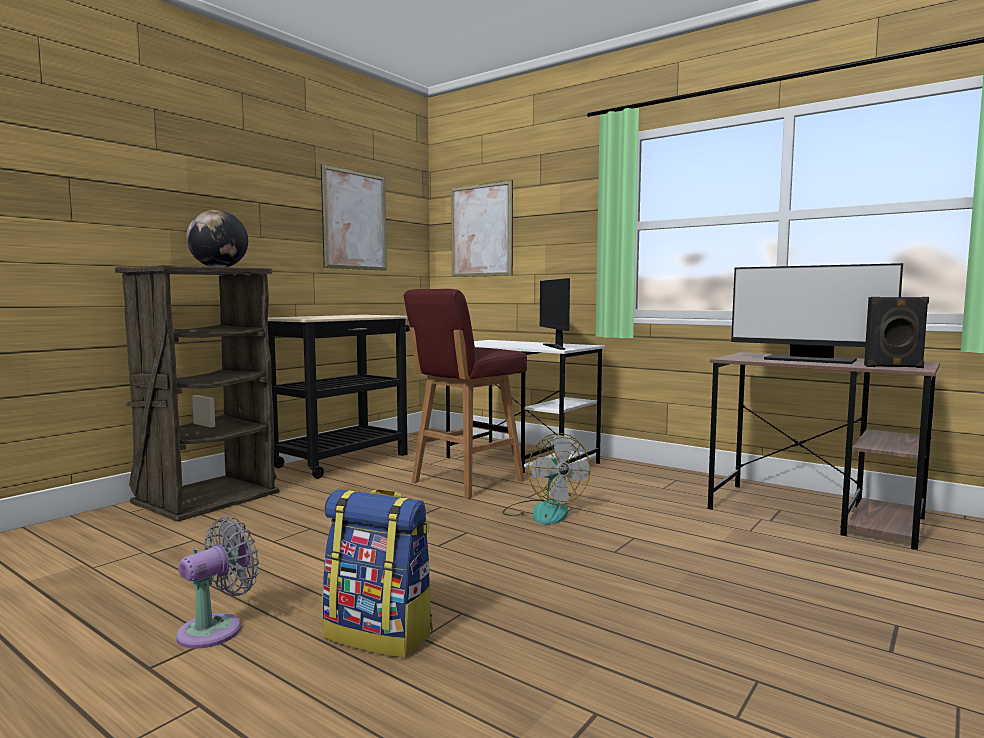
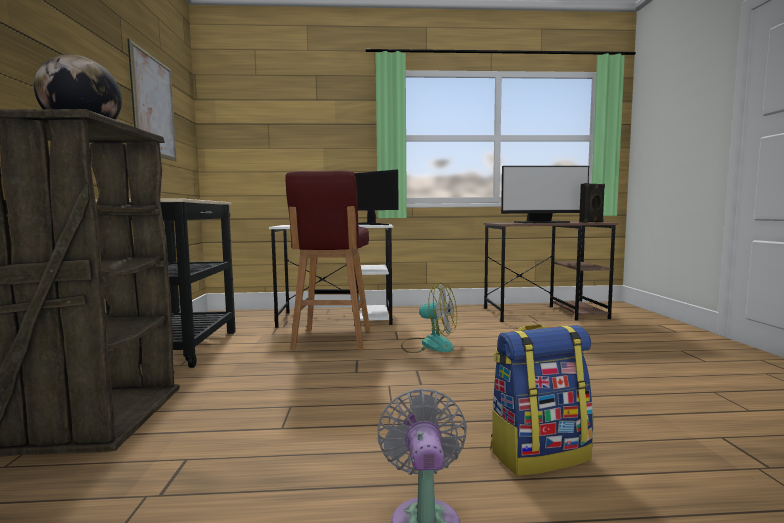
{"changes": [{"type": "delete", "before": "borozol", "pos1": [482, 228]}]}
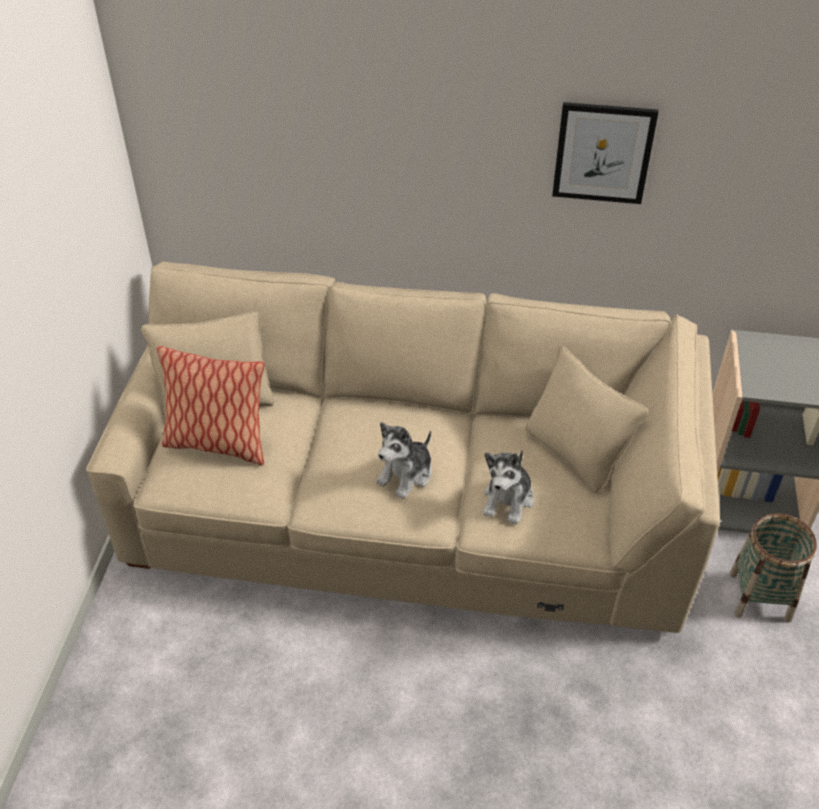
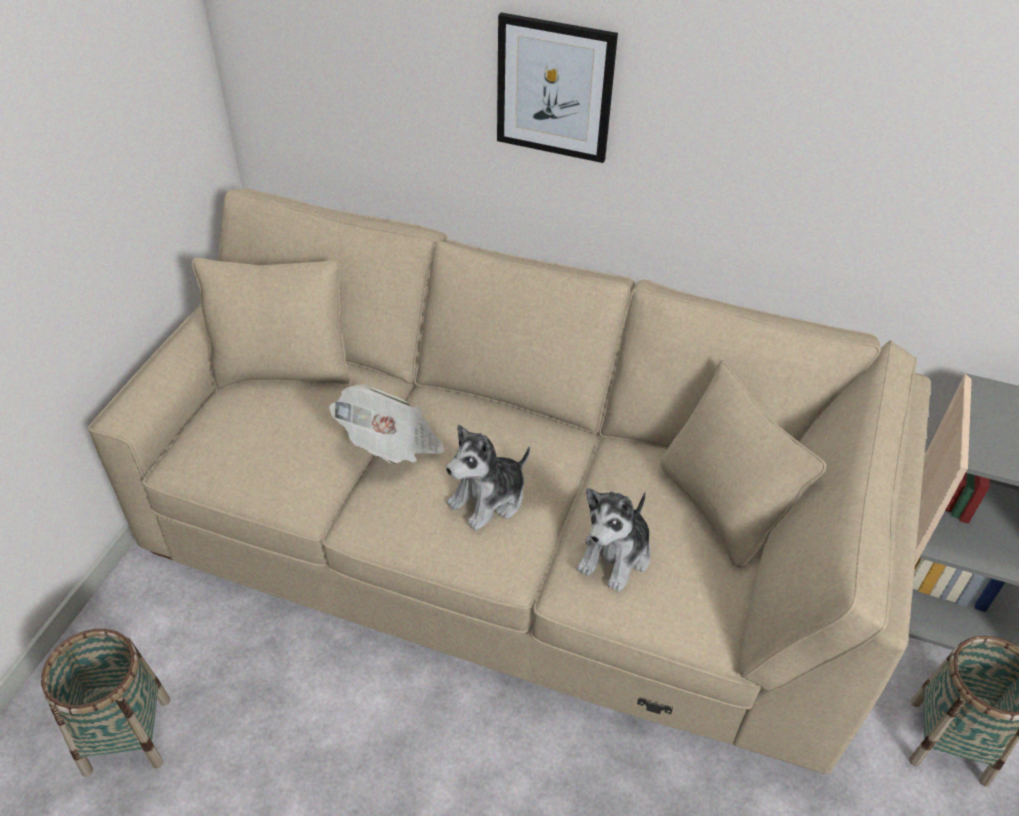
{"changes": [{"type": "move", "before": "borozol", "pos1": [605, 153], "pos2": [557, 88]}, {"type": "delete", "before": "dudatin", "pos1": [210, 405]}, {"type": "insert", "after": "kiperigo", "pos2": [387, 424]}, {"type": "insert", "after": "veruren", "pos2": [105, 703]}]}
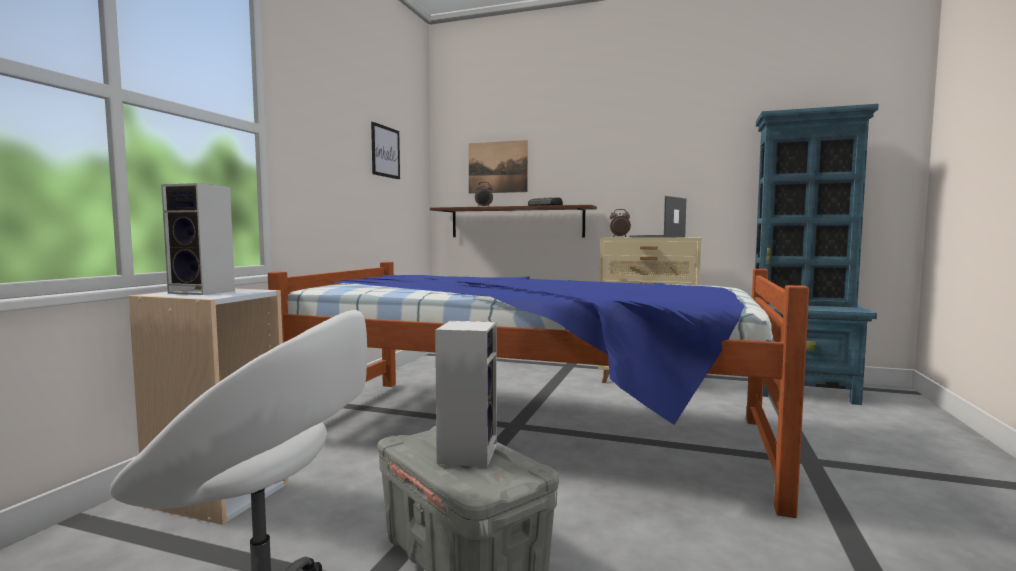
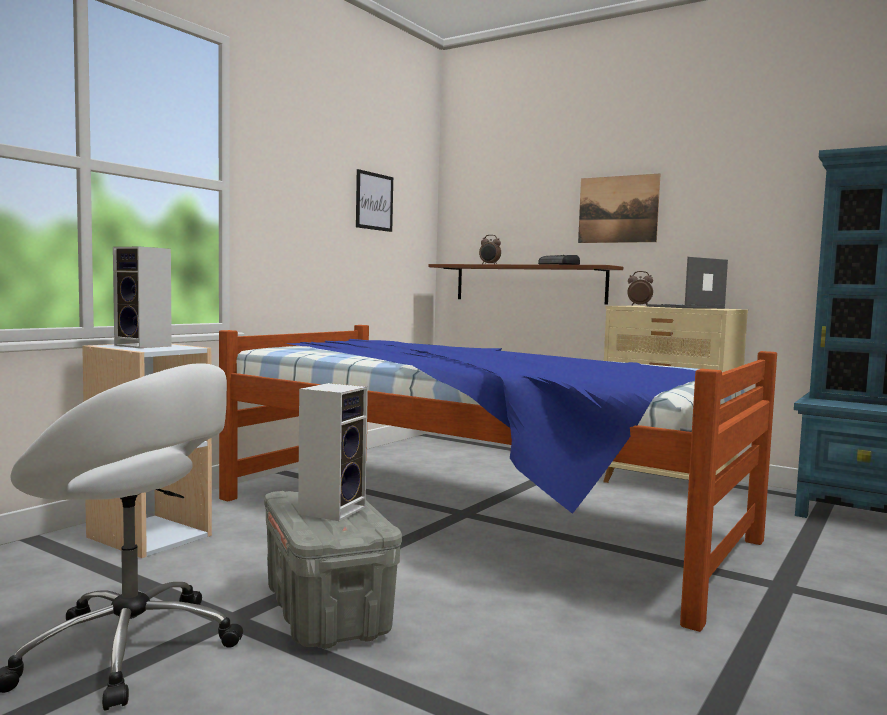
{"changes": [{"type": "move", "before": "borozol", "pos1": [498, 167], "pos2": [619, 208]}]}
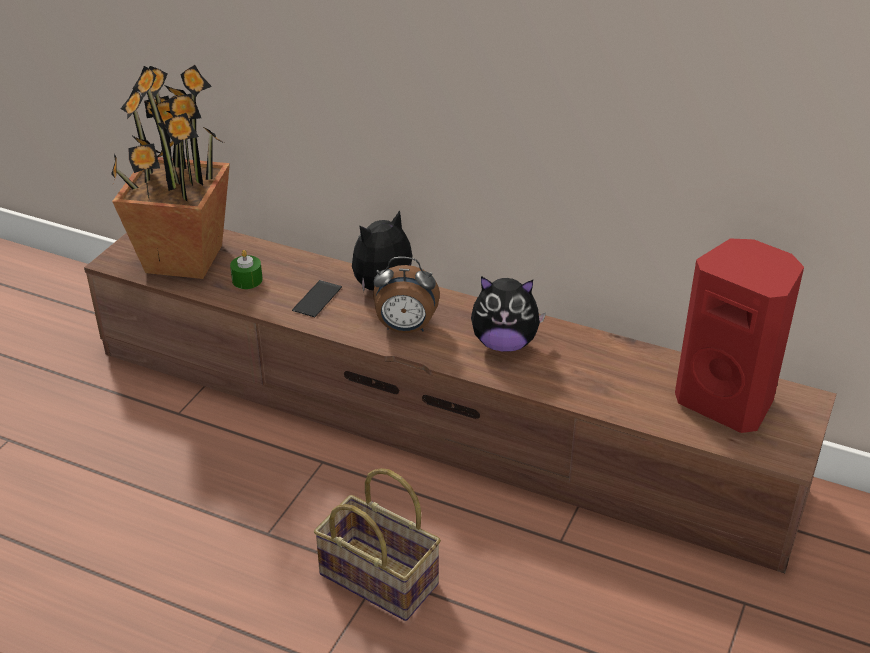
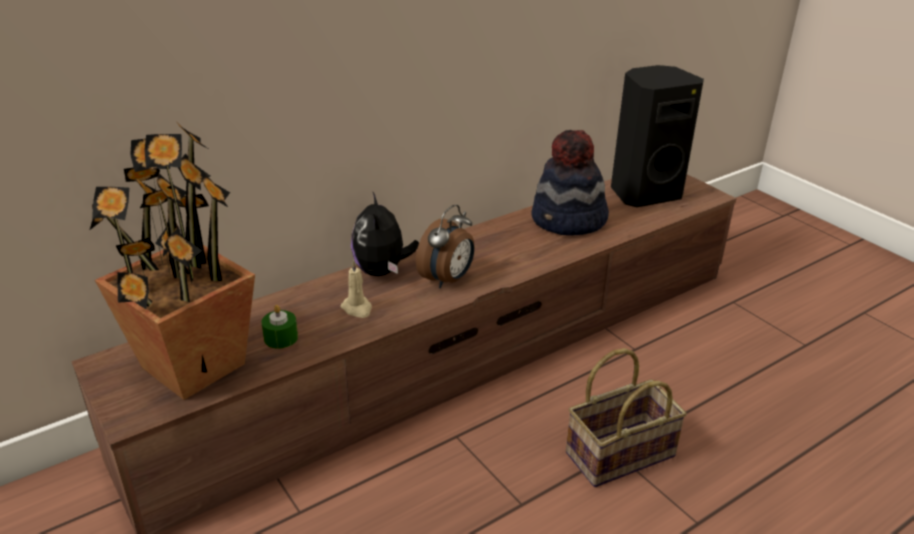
{"changes": [{"type": "recolor", "before": "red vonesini", "after": "black vonesini", "pos1": [739, 335], "pos2": [657, 136]}, {"type": "delete", "before": "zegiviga", "pos1": [508, 314]}, {"type": "replace", "before": "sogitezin", "after": "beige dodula", "pos1": [317, 298], "pos2": [356, 289]}, {"type": "insert", "after": "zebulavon", "pos2": [570, 182]}]}
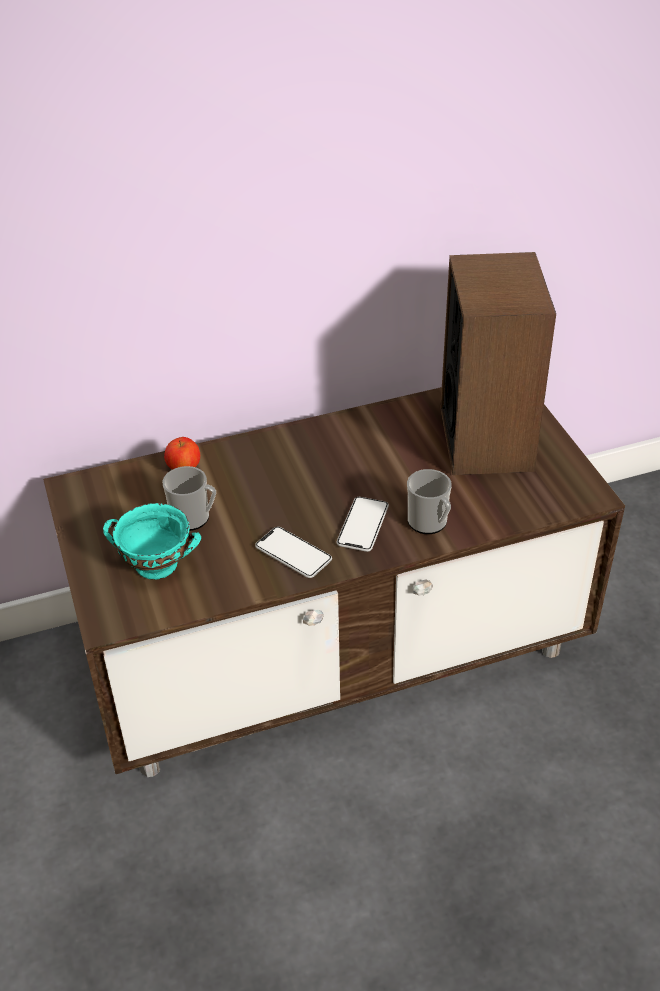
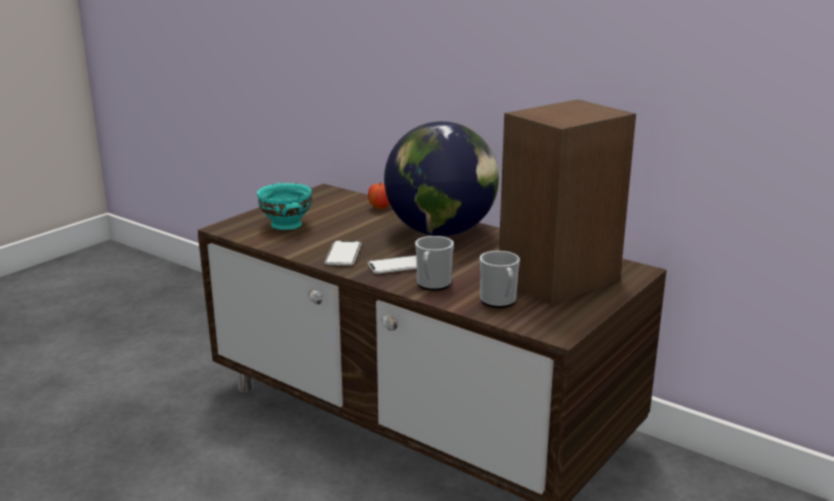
{"changes": [{"type": "move", "before": "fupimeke", "pos1": [189, 498], "pos2": [500, 279]}, {"type": "insert", "after": "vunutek", "pos2": [441, 178]}]}
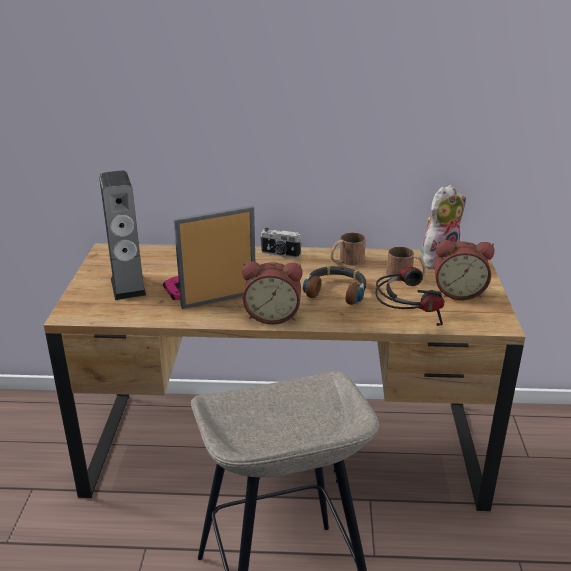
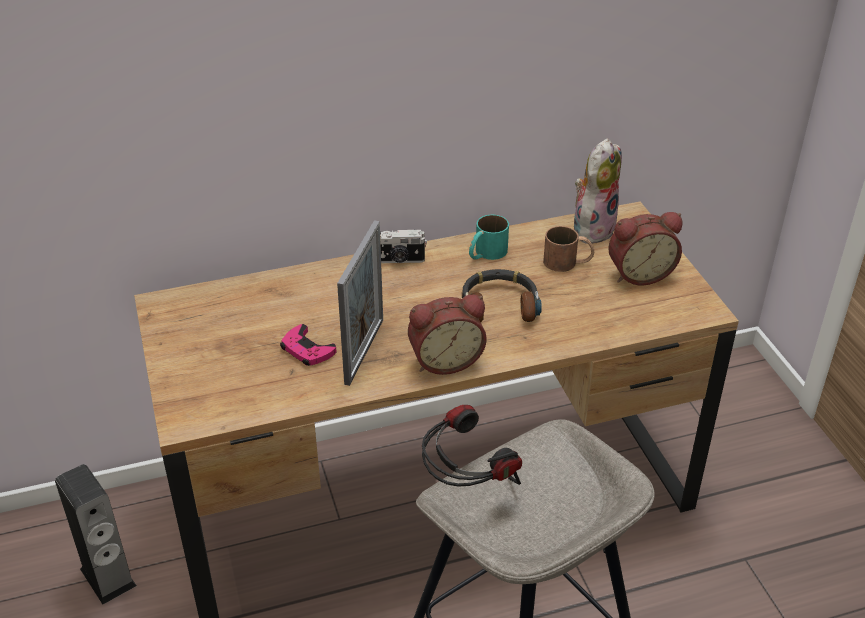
{"changes": [{"type": "move", "before": "vonesini", "pos1": [123, 235], "pos2": [96, 534]}, {"type": "rotate", "before": "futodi", "pos1": [214, 257], "pos2": [360, 303], "turn": 150}, {"type": "recolor", "before": "brown fupimeke", "after": "turquoise fupimeke", "pos1": [348, 249], "pos2": [489, 237]}, {"type": "move", "before": "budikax", "pos1": [409, 296], "pos2": [472, 446]}]}
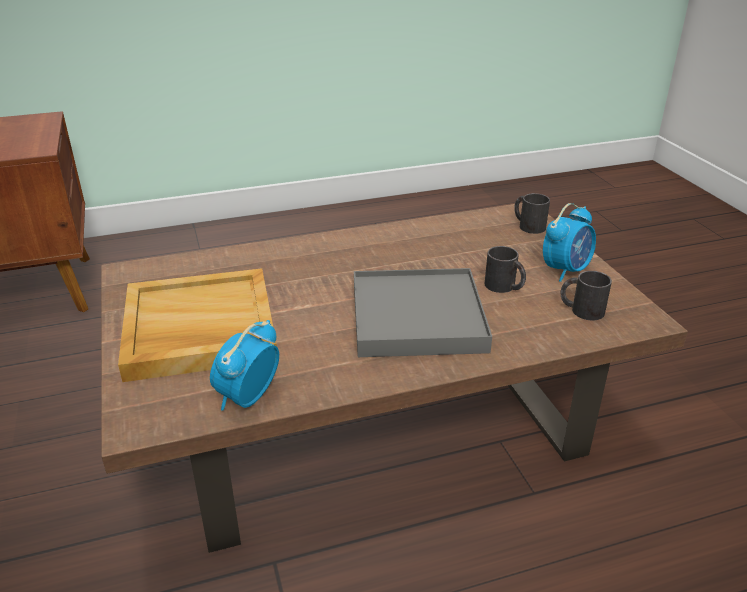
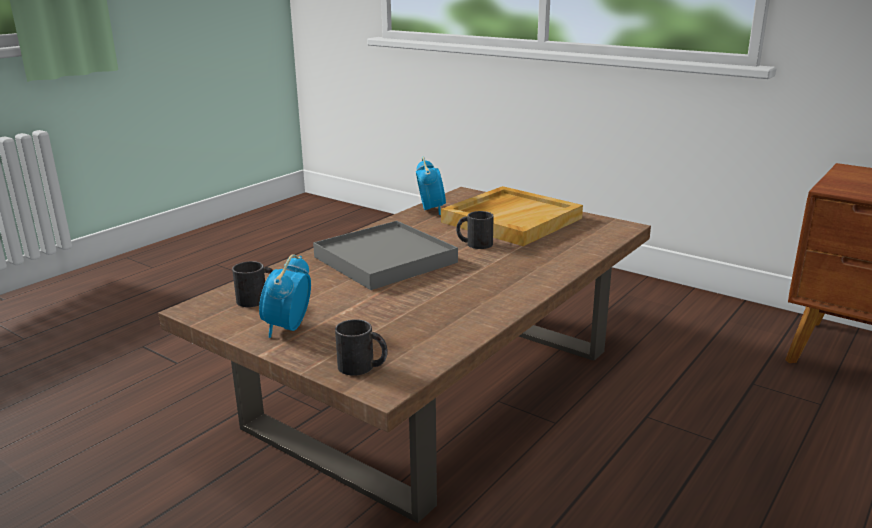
{"changes": [{"type": "move", "before": "black fupimeke", "pos1": [505, 269], "pos2": [475, 230]}]}
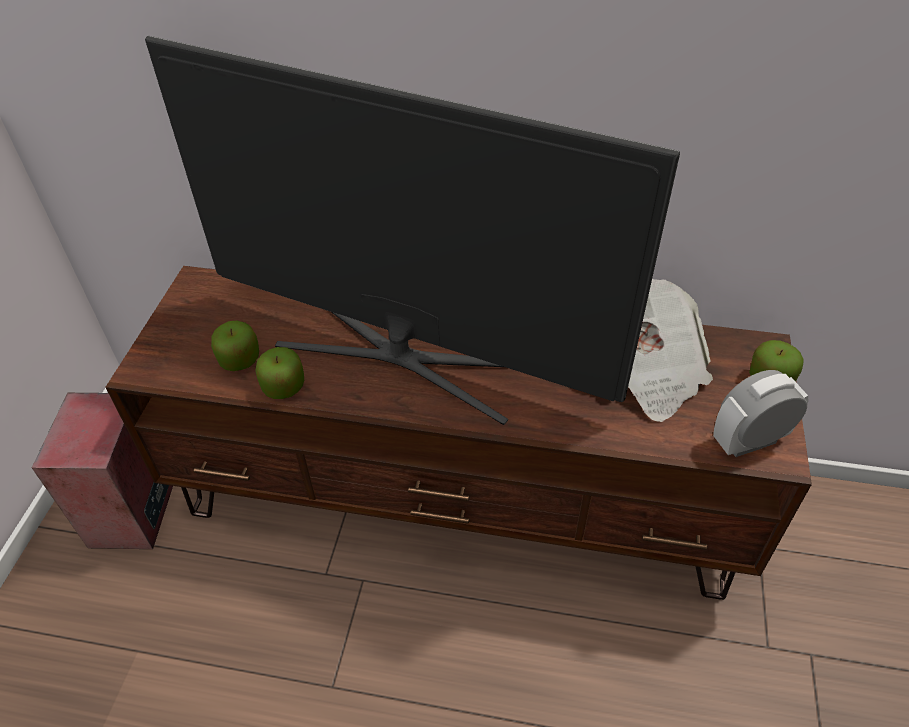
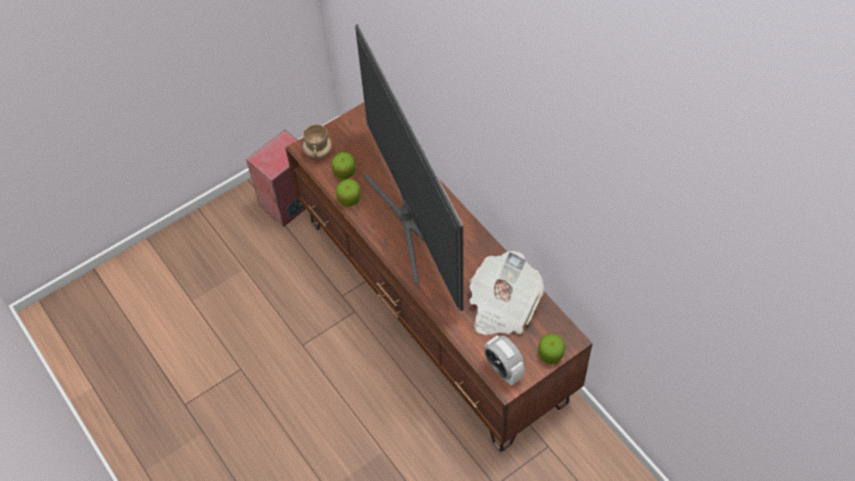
{"changes": [{"type": "rotate", "before": "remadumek", "pos1": [761, 413], "pos2": [504, 360], "turn": -150}, {"type": "insert", "after": "beige fupimeke", "pos2": [317, 141]}]}
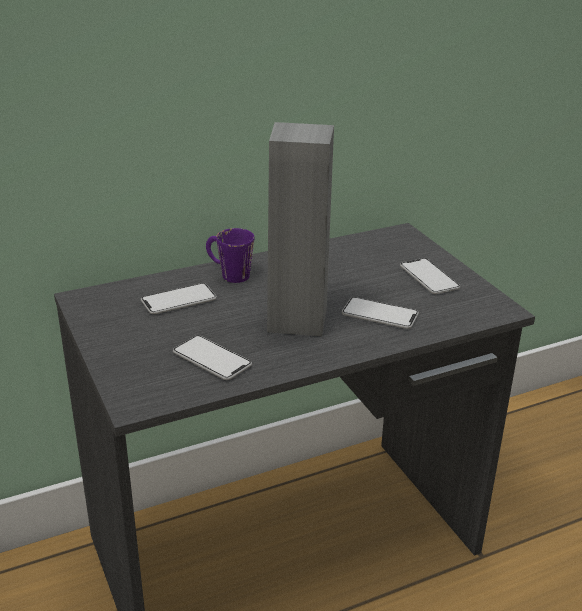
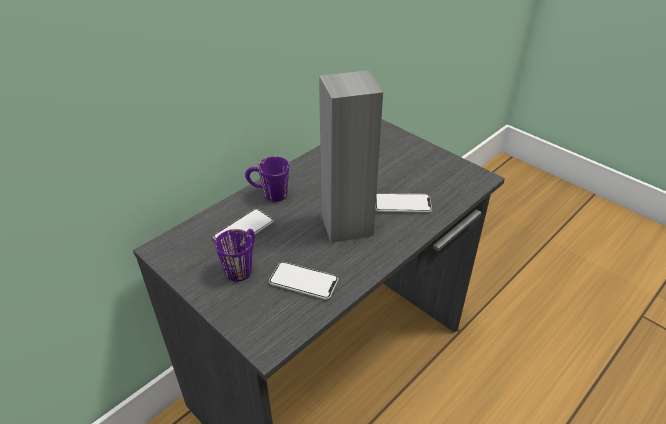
{"changes": [{"type": "delete", "before": "sogitezin", "pos1": [430, 276]}, {"type": "insert", "after": "purple fupimeke", "pos2": [235, 255]}]}
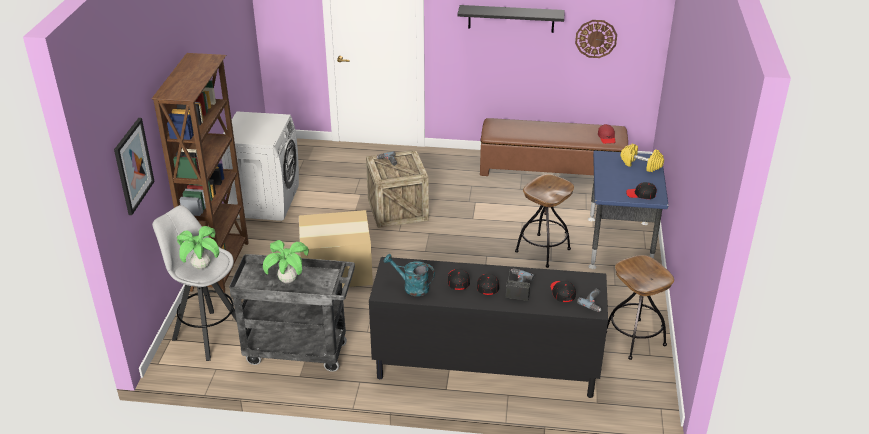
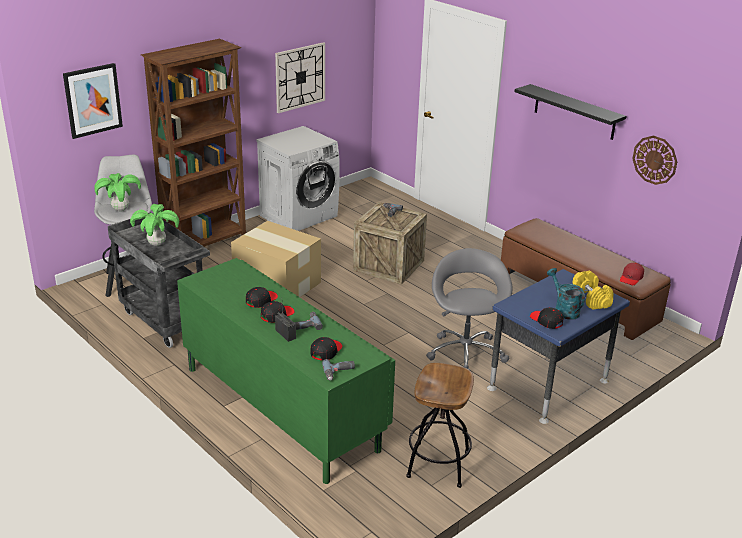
{"changes": [{"type": "replace", "before": "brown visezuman", "after": "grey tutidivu", "pos1": [544, 221], "pos2": [469, 309]}, {"type": "move", "before": "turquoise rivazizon", "pos1": [409, 275], "pos2": [566, 294]}, {"type": "recolor", "before": "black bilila", "after": "green bilila", "pos1": [488, 327], "pos2": [286, 371]}, {"type": "insert", "after": "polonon", "pos2": [300, 77]}]}
